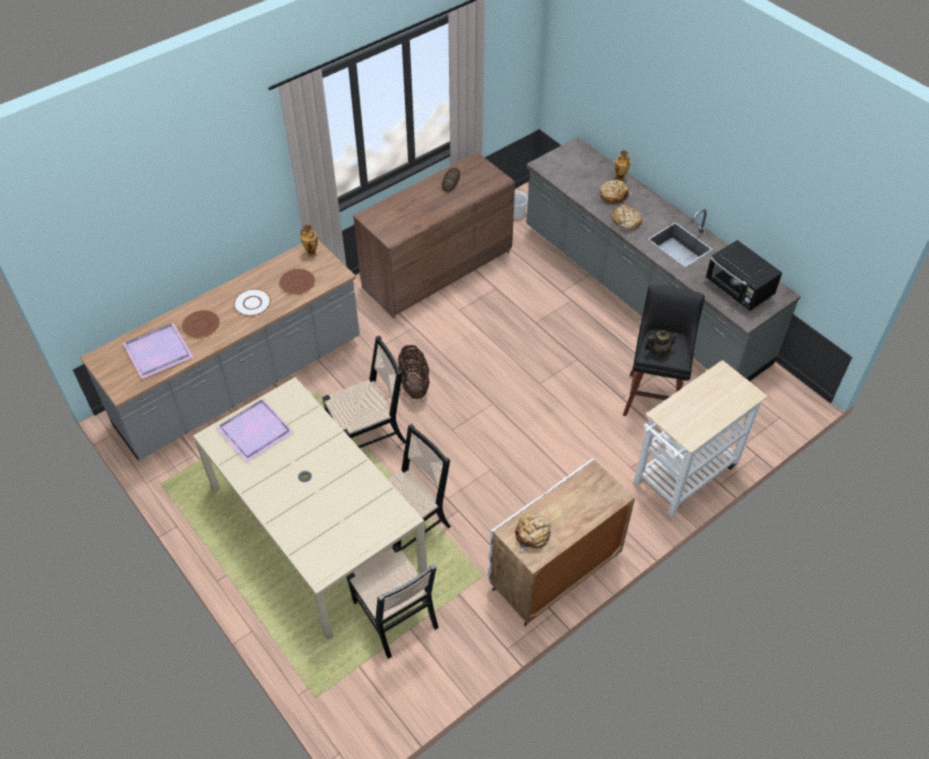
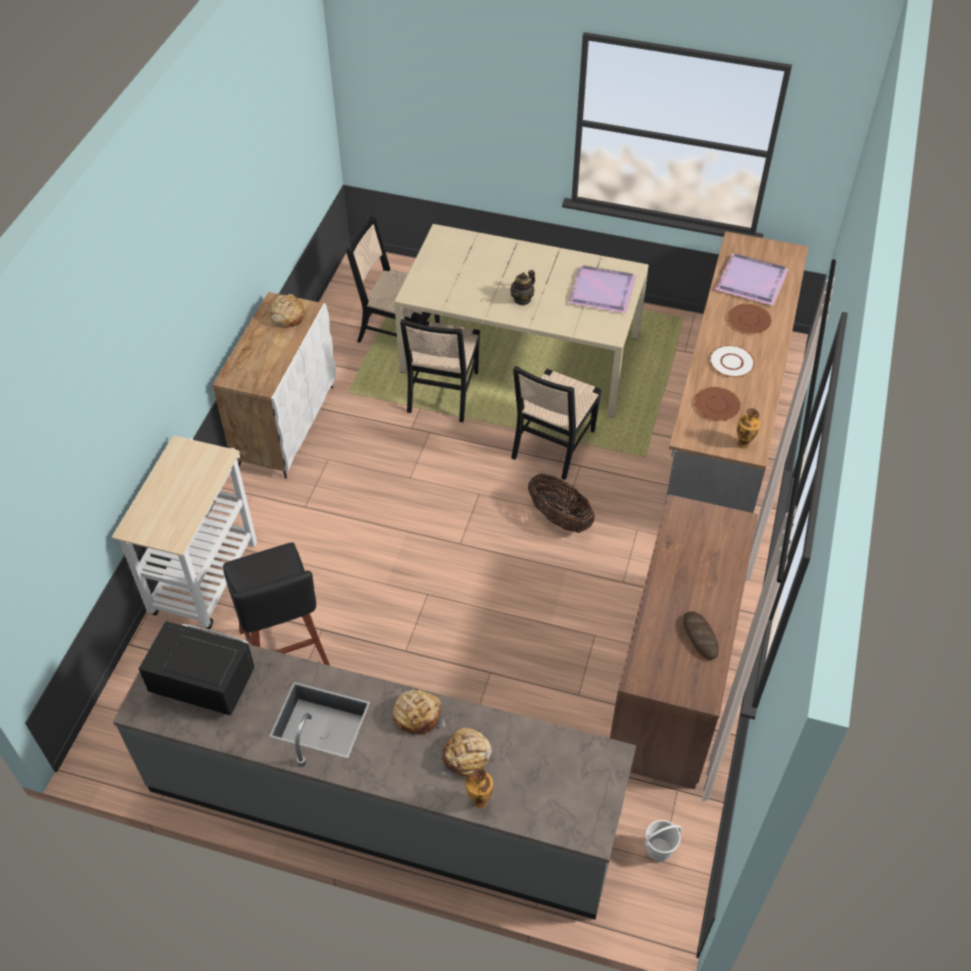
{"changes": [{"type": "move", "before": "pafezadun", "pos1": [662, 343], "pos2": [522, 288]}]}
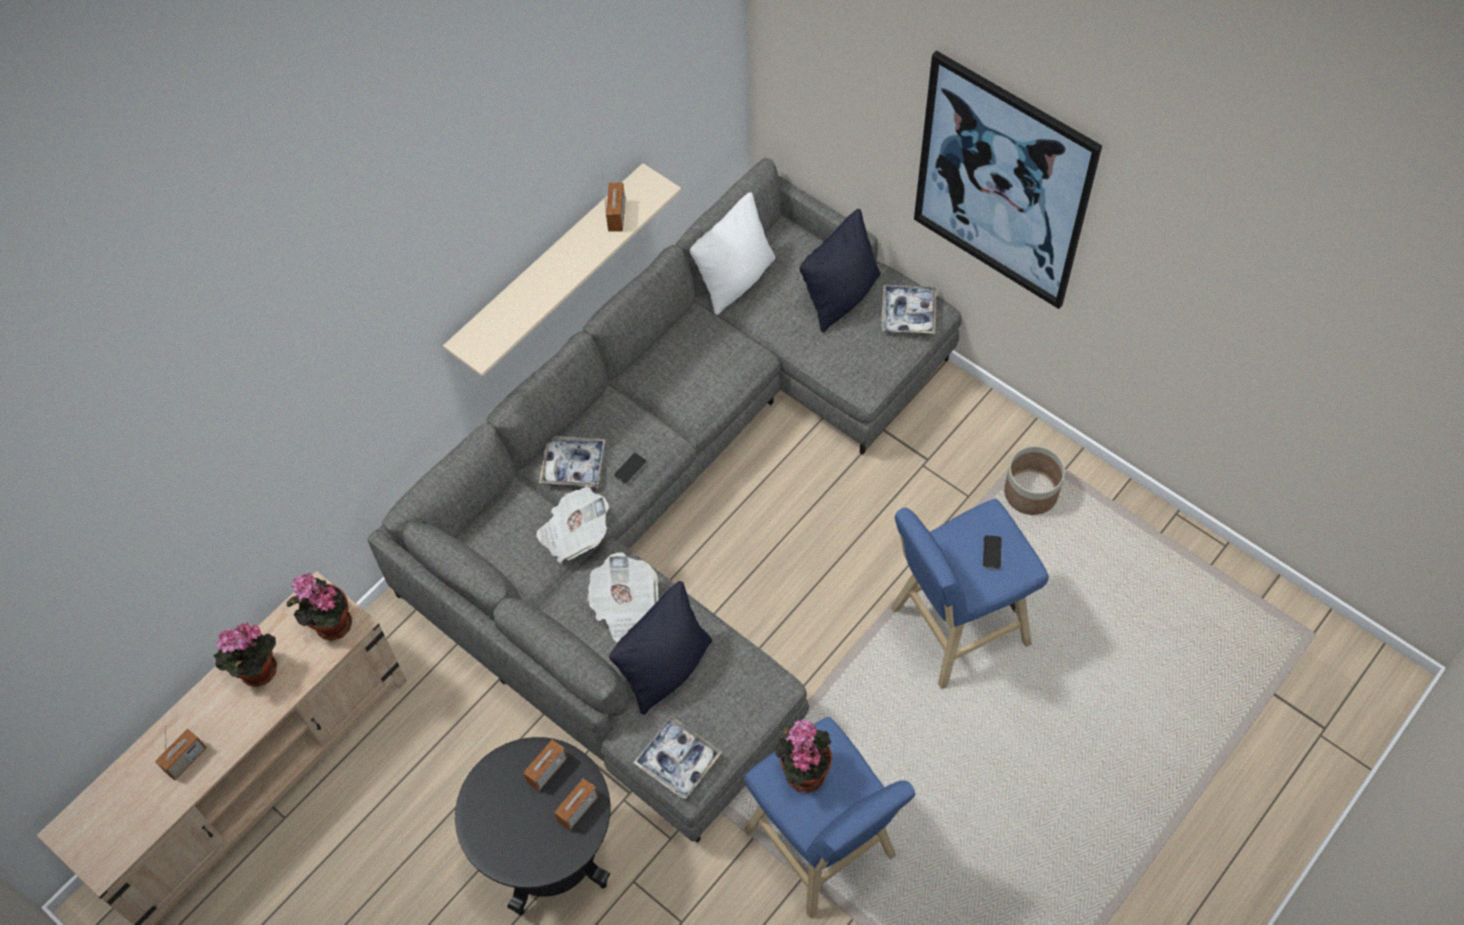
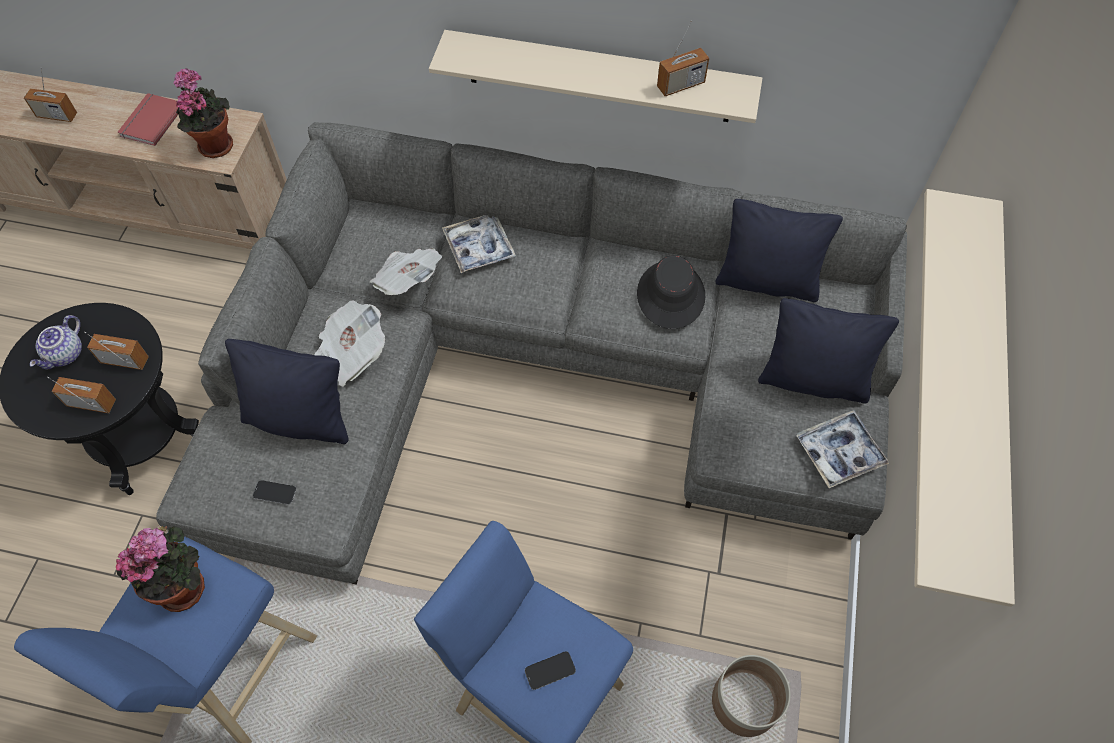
{"changes": [{"type": "replace", "before": "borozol", "after": "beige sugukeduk", "pos1": [1008, 180], "pos2": [964, 398]}, {"type": "recolor", "before": "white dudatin", "after": "black dudatin", "pos1": [732, 253], "pos2": [779, 250]}, {"type": "move", "before": "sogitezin", "pos1": [630, 468], "pos2": [274, 492]}, {"type": "replace", "before": "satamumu", "after": "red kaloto", "pos1": [245, 655], "pos2": [148, 119]}, {"type": "delete", "before": "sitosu", "pos1": [677, 757]}, {"type": "insert", "after": "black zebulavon", "pos2": [671, 292]}, {"type": "insert", "after": "pafezadun", "pos2": [56, 342]}]}
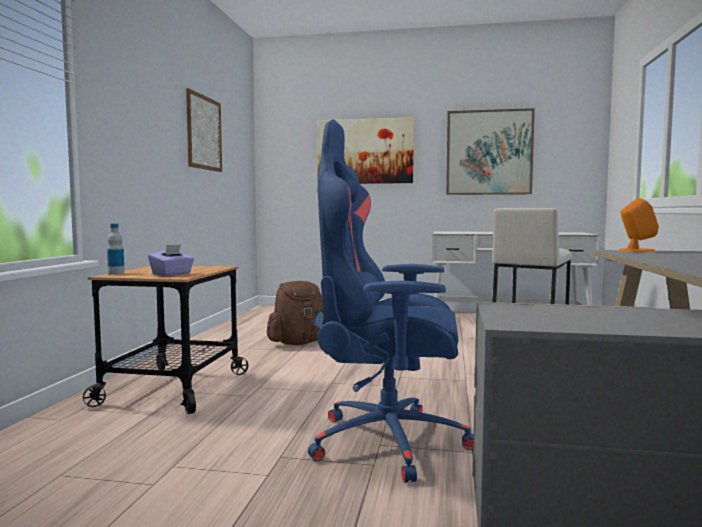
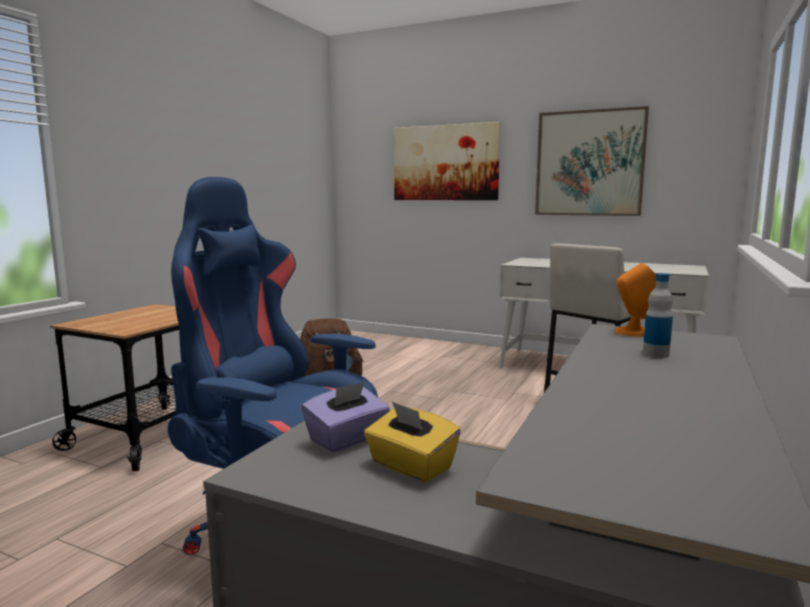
{"changes": [{"type": "delete", "before": "borozol", "pos1": [204, 130]}, {"type": "move", "before": "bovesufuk", "pos1": [116, 249], "pos2": [658, 315]}, {"type": "move", "before": "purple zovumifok", "pos1": [171, 260], "pos2": [346, 417]}, {"type": "insert", "after": "yellow zovumifok", "pos2": [412, 442]}]}
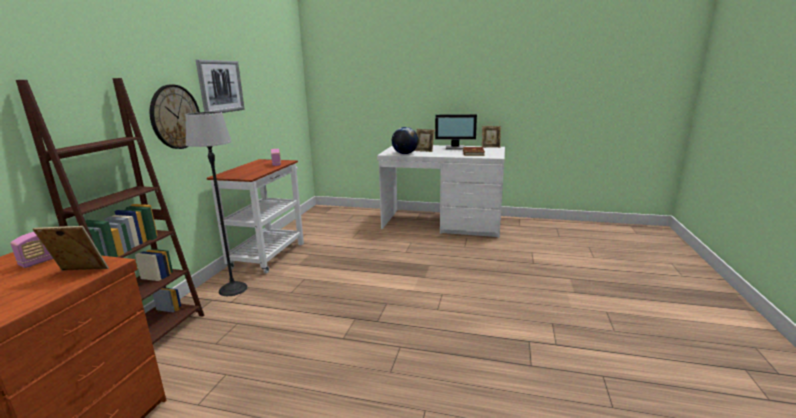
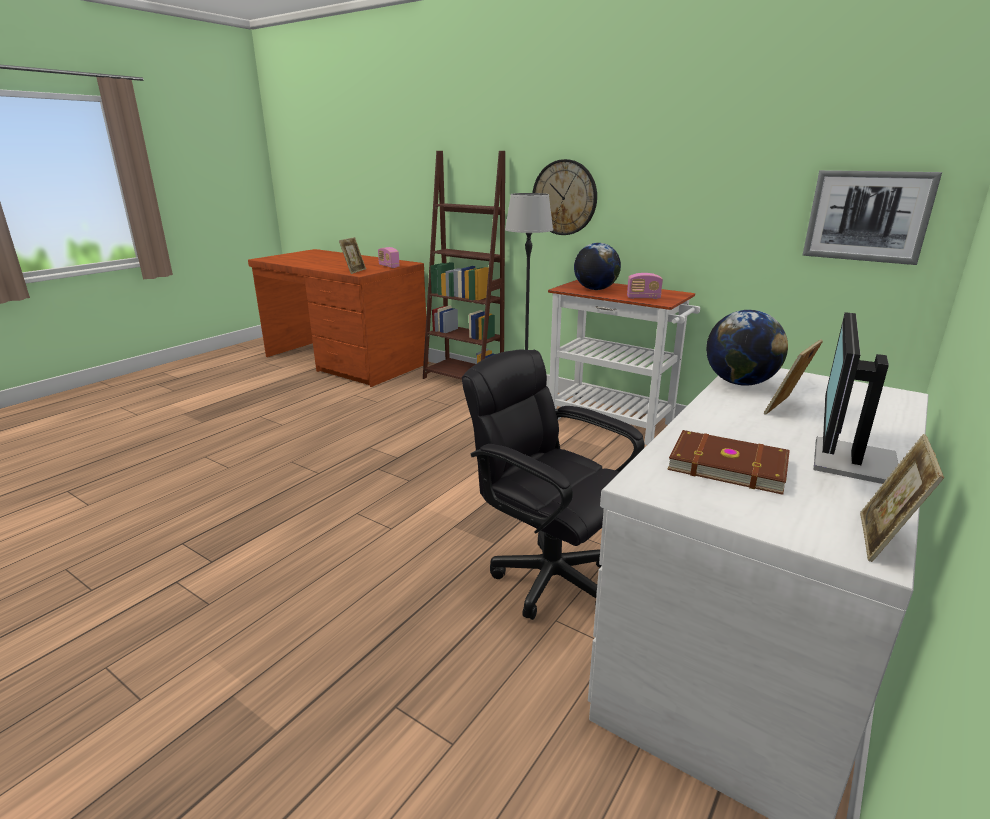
{"changes": [{"type": "move", "before": "borozol", "pos1": [220, 86], "pos2": [872, 217]}, {"type": "insert", "after": "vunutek", "pos2": [597, 266]}, {"type": "insert", "after": "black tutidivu", "pos2": [553, 485]}]}
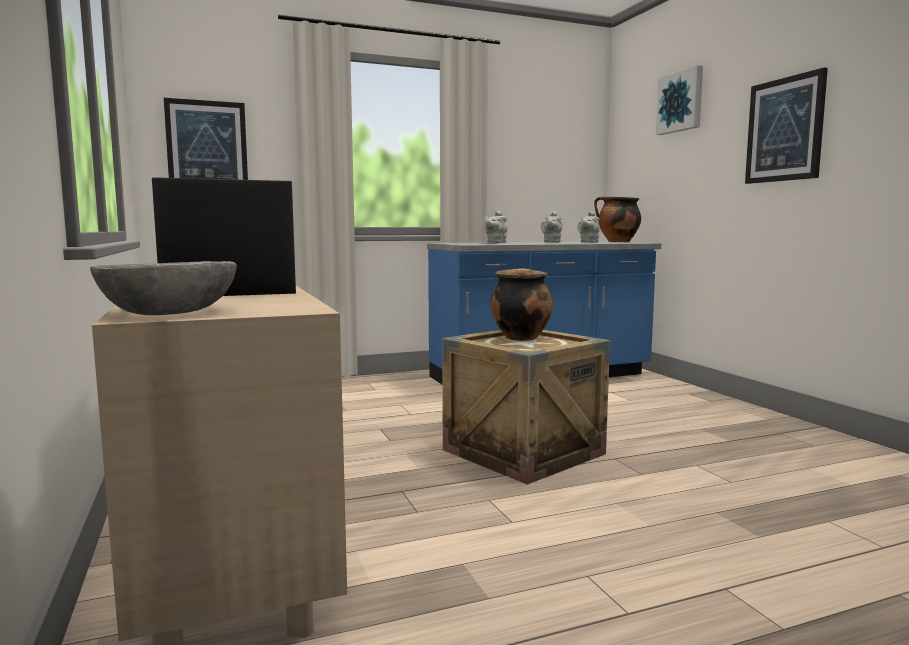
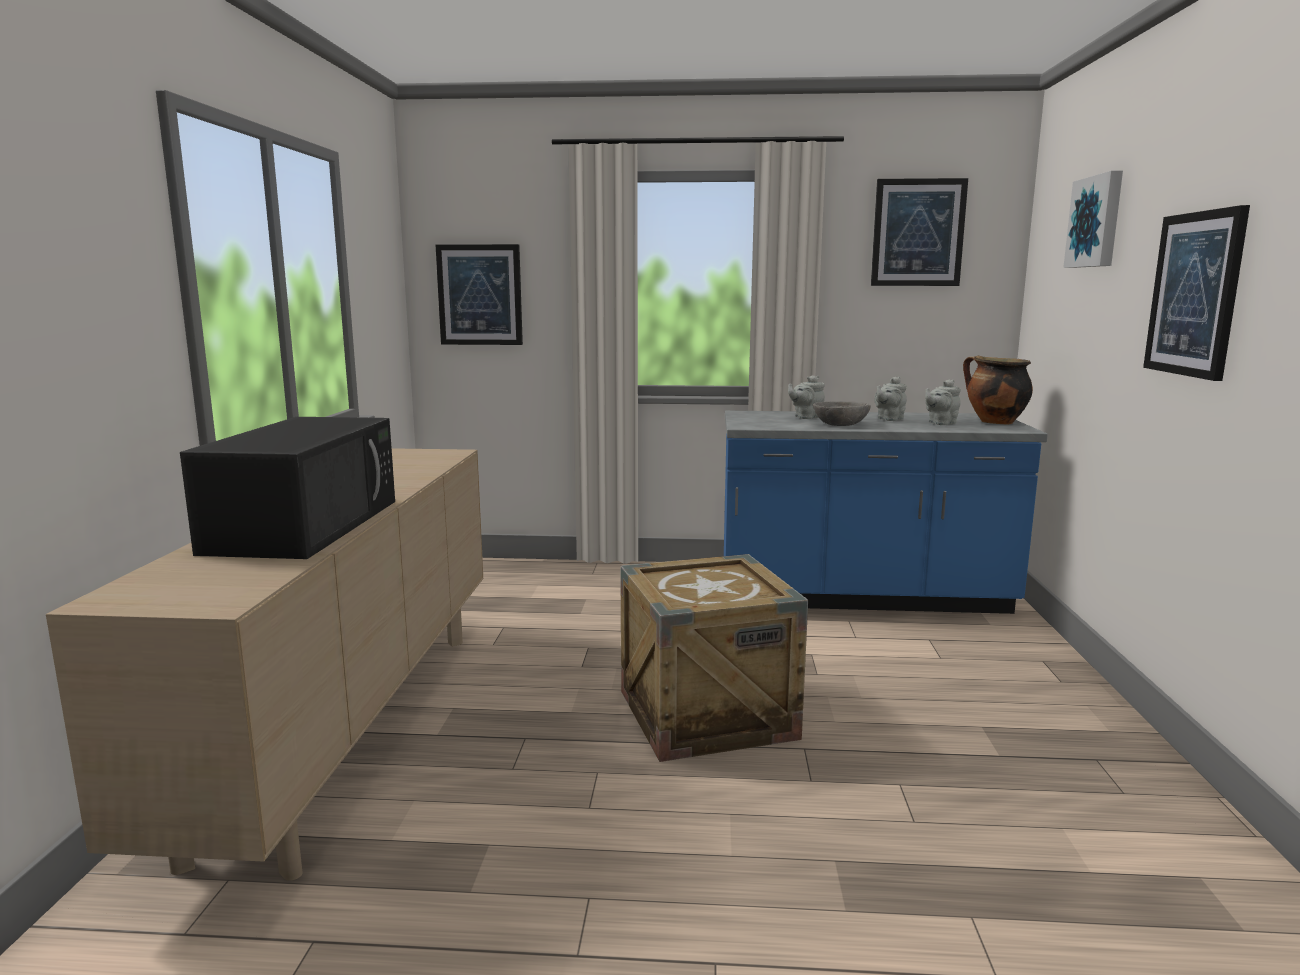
{"changes": [{"type": "move", "before": "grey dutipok", "pos1": [163, 288], "pos2": [842, 413]}, {"type": "delete", "before": "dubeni", "pos1": [522, 304]}, {"type": "insert", "after": "borozol", "pos2": [919, 232]}]}
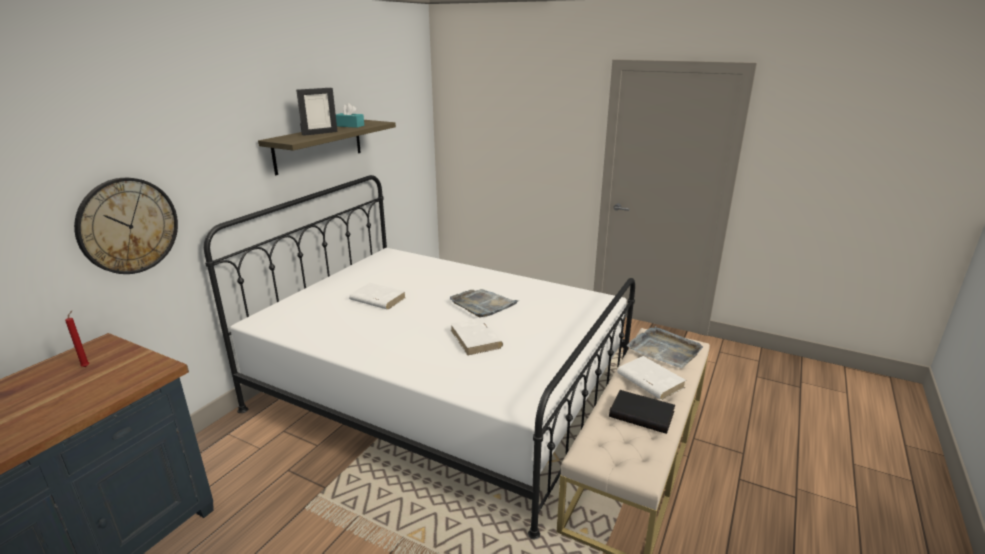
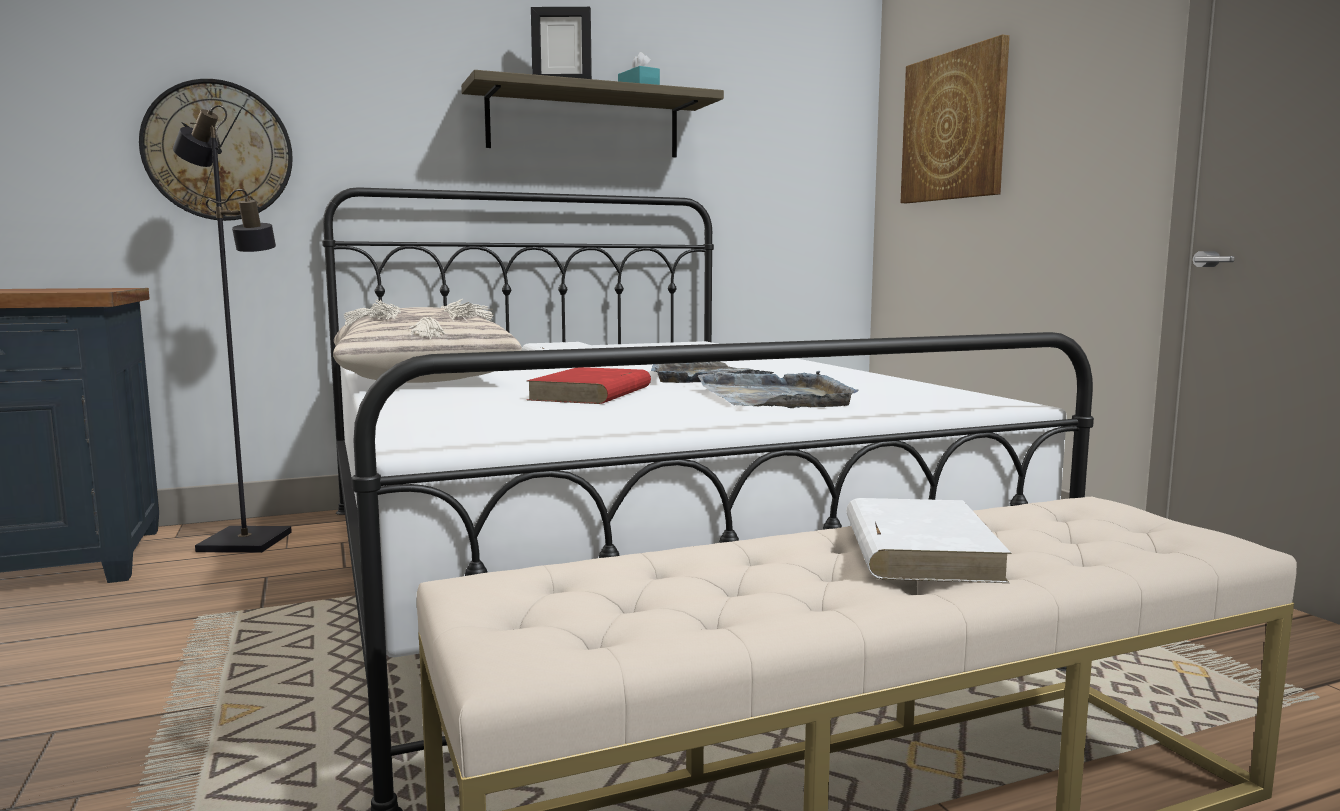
{"changes": [{"type": "delete", "before": "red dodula", "pos1": [77, 339]}, {"type": "recolor", "before": "white kaloto", "after": "red kaloto", "pos1": [476, 337], "pos2": [588, 385]}, {"type": "move", "before": "grey sitosu", "pos1": [665, 347], "pos2": [778, 389]}, {"type": "delete", "before": "black kaloto", "pos1": [642, 412]}, {"type": "insert", "after": "borozol", "pos2": [955, 118]}, {"type": "insert", "after": "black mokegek", "pos2": [232, 329]}, {"type": "insert", "after": "beige dudatin", "pos2": [427, 341]}]}
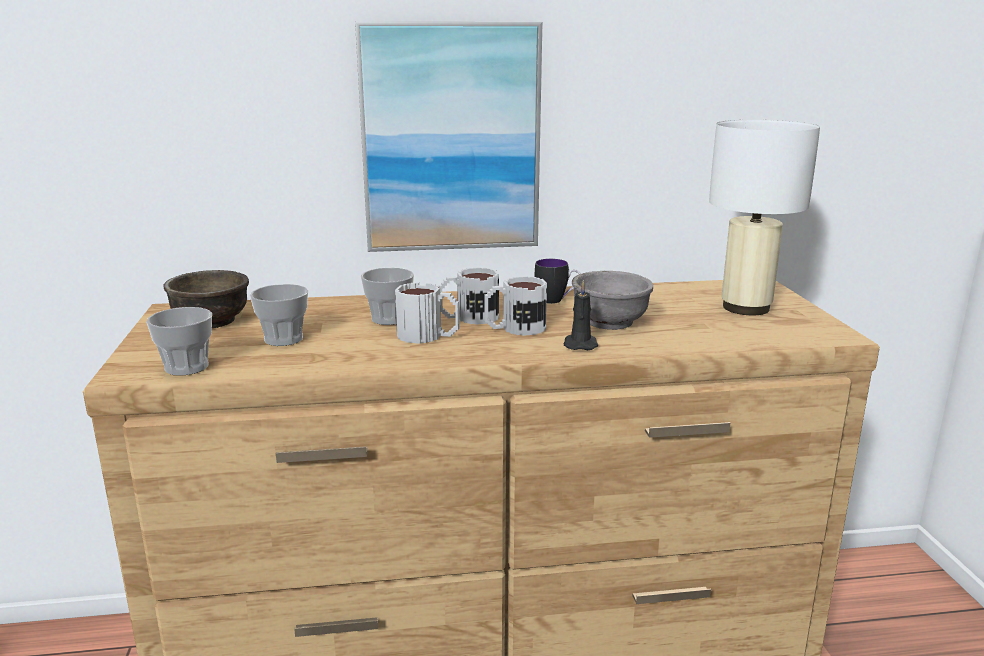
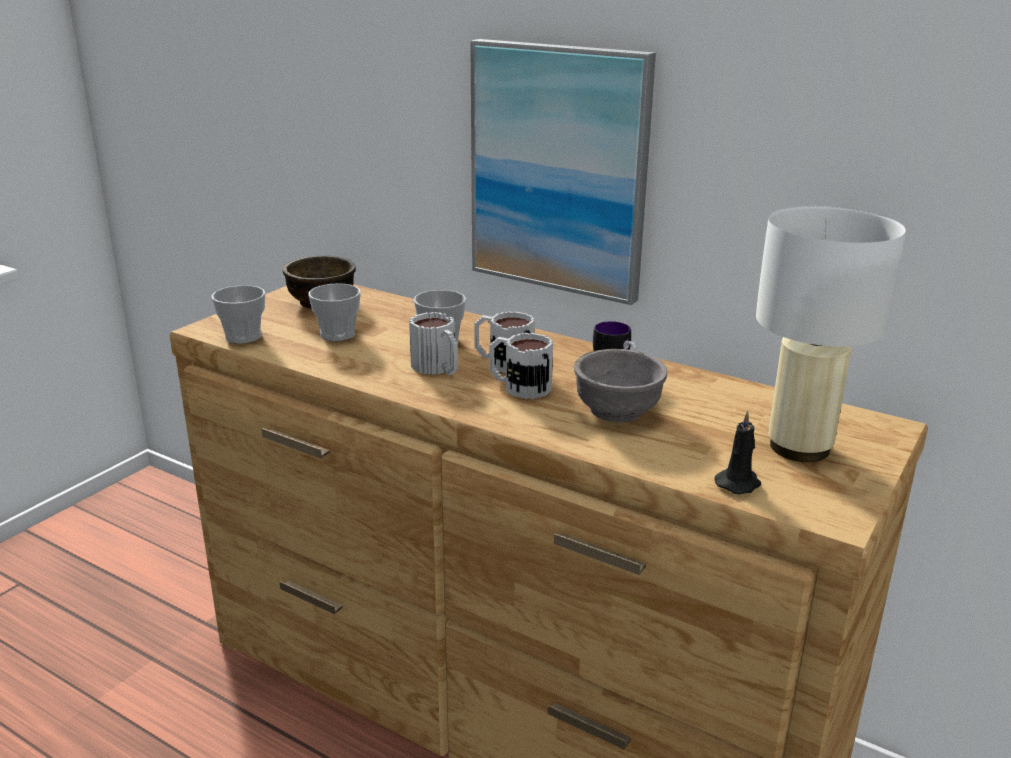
{"changes": [{"type": "move", "before": "black dodula", "pos1": [581, 315], "pos2": [737, 453]}]}
